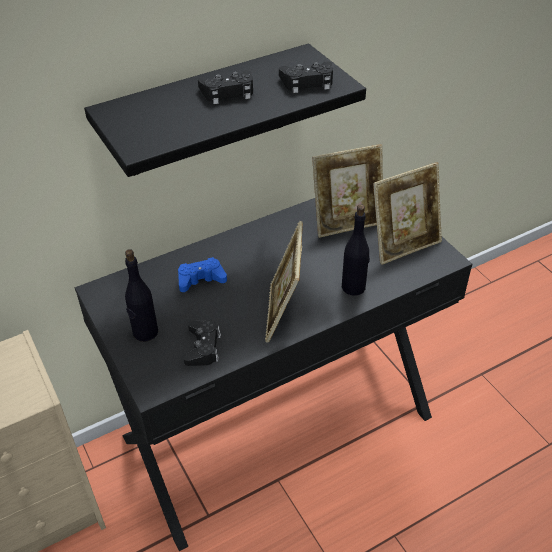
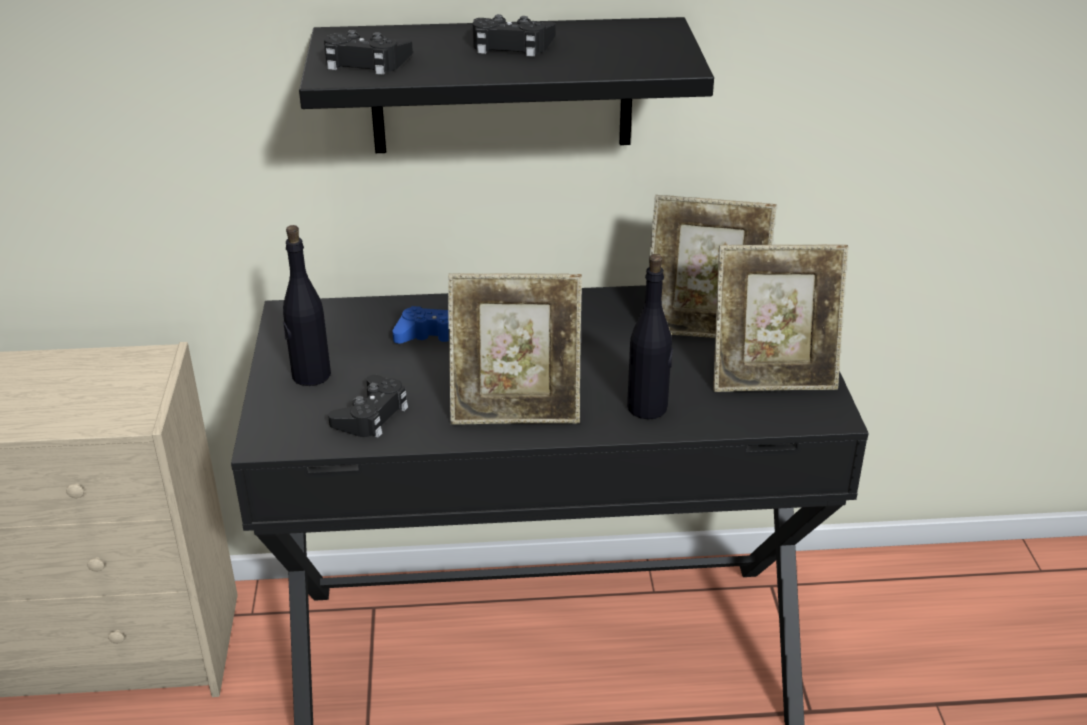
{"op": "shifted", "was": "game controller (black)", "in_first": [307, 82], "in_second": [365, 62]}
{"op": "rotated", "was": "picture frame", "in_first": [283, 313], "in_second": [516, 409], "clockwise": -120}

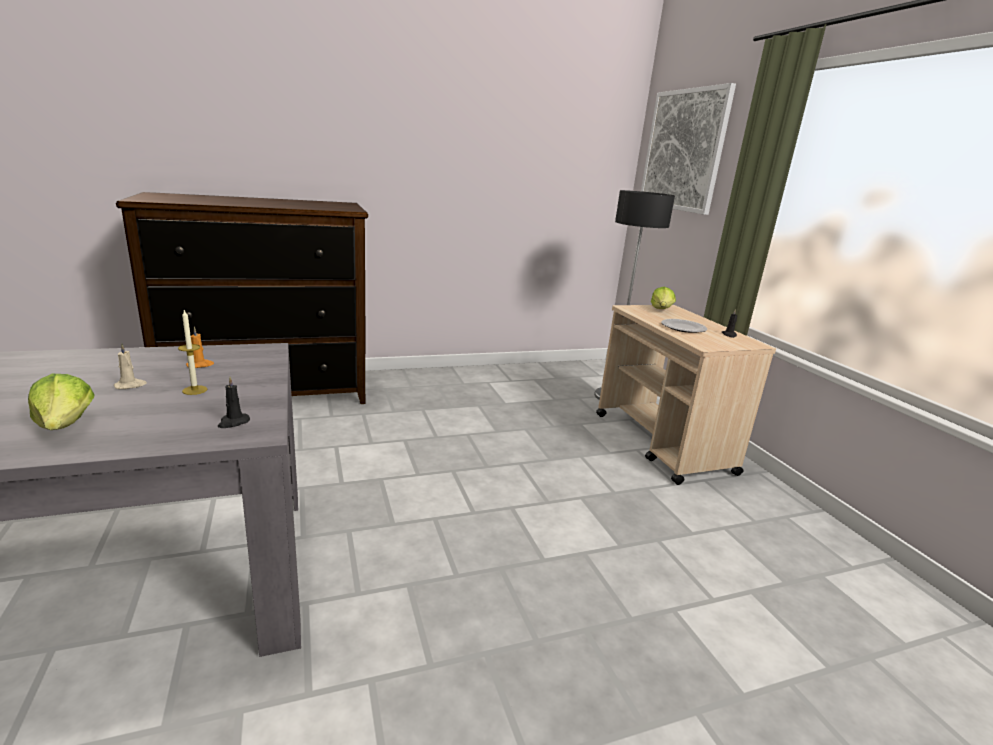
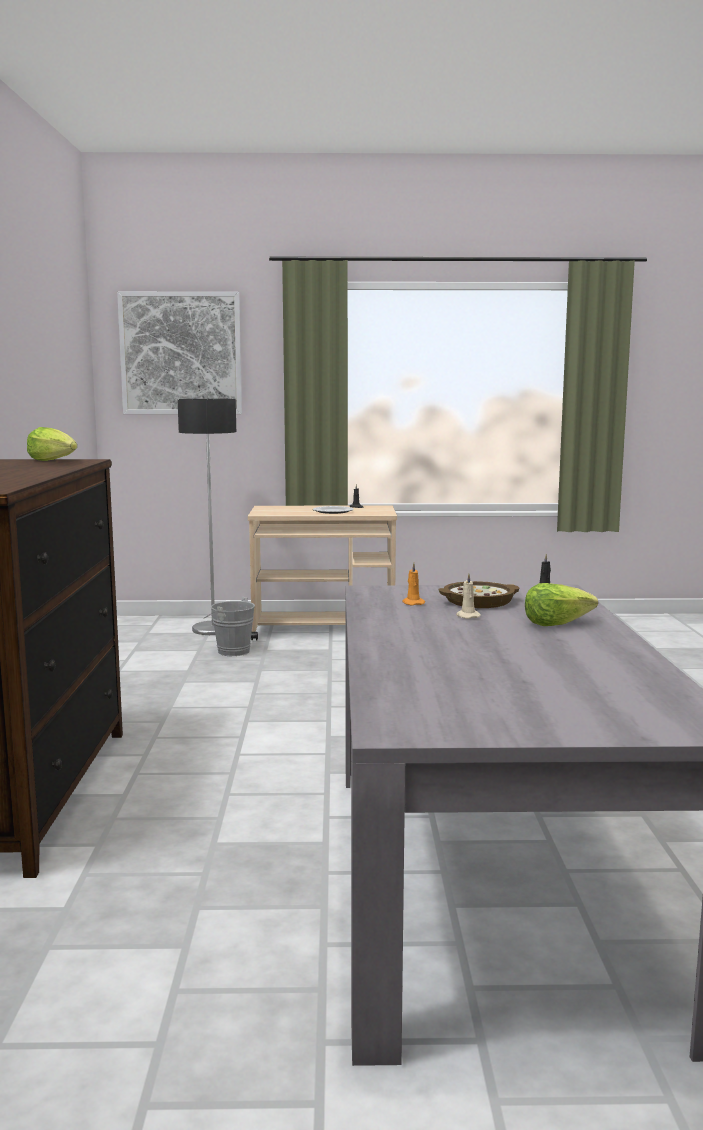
{"op": "new", "now": "bucket (grey)", "in_second": [230, 651]}
{"op": "shifted", "was": "lettuce", "in_first": [661, 310], "in_second": [54, 461]}
{"op": "swapped", "was": "candle", "now": "bowl", "in_first": [194, 390], "in_second": [479, 602]}

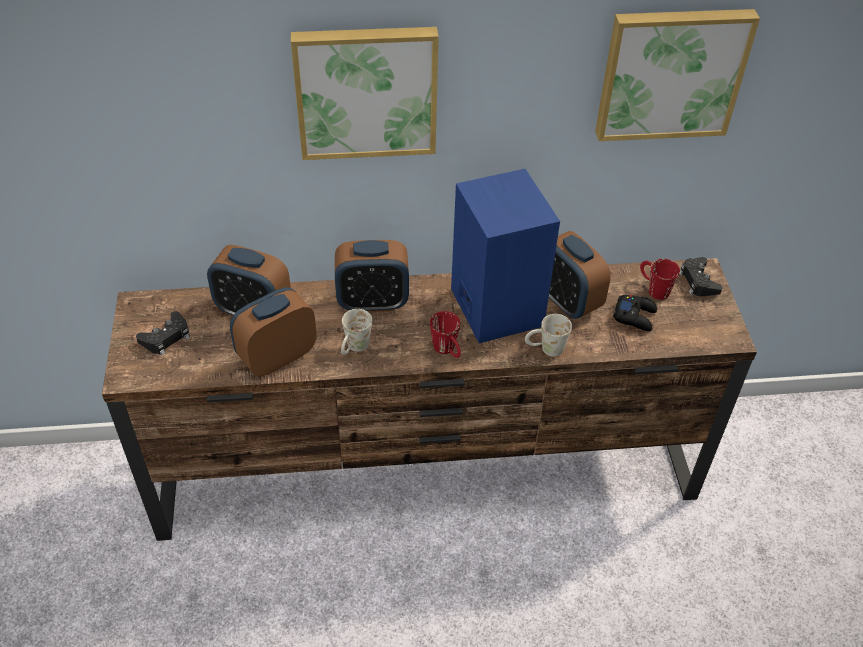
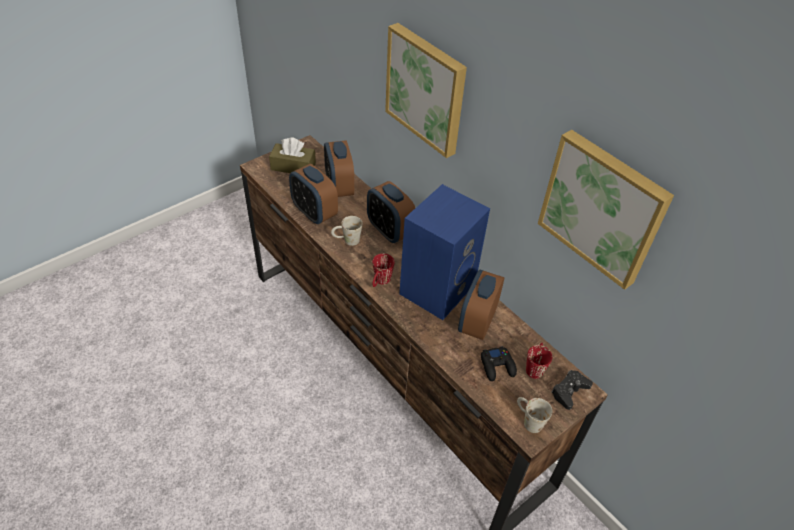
{"op": "shifted", "was": "mug (white)", "in_first": [545, 349], "in_second": [528, 420]}
{"op": "swapped", "was": "game controller (black)", "now": "tissue box (brown)", "in_first": [166, 338], "in_second": [293, 166]}
{"op": "rotated", "was": "alarm clock", "in_first": [277, 357], "in_second": [314, 213], "clockwise": -150}

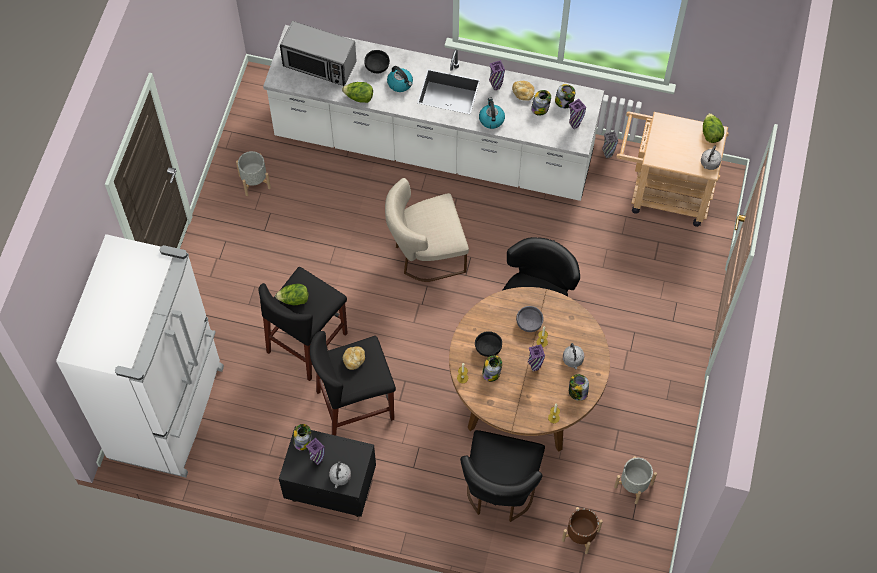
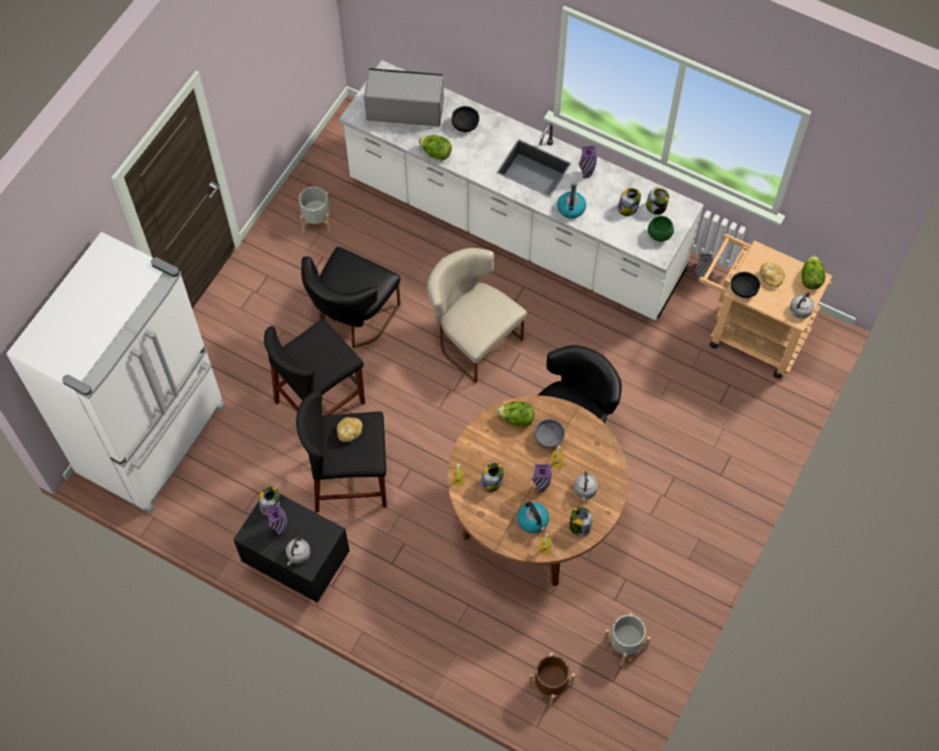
{"op": "shifted", "was": "lettuce", "in_first": [294, 299], "in_second": [516, 419]}
{"op": "shifted", "was": "kettle", "in_first": [400, 83], "in_second": [533, 521]}
{"op": "shifted", "was": "chair (black)", "in_first": [500, 491], "in_second": [353, 318]}
{"op": "shifted", "was": "bowl (black)", "in_first": [488, 347], "in_second": [743, 289]}
{"op": "shifted", "was": "bread", "in_first": [523, 93], "in_second": [771, 278]}
{"op": "swapped", "was": "vase (purple)", "now": "bowl (green)", "in_first": [574, 126], "in_second": [659, 235]}
{"op": "rotated", "was": "microwave", "in_first": [319, 64], "in_second": [405, 109], "clockwise": 150}
{"op": "rotated", "was": "chair (beige)", "in_first": [425, 254], "in_second": [472, 338], "clockwise": 45}

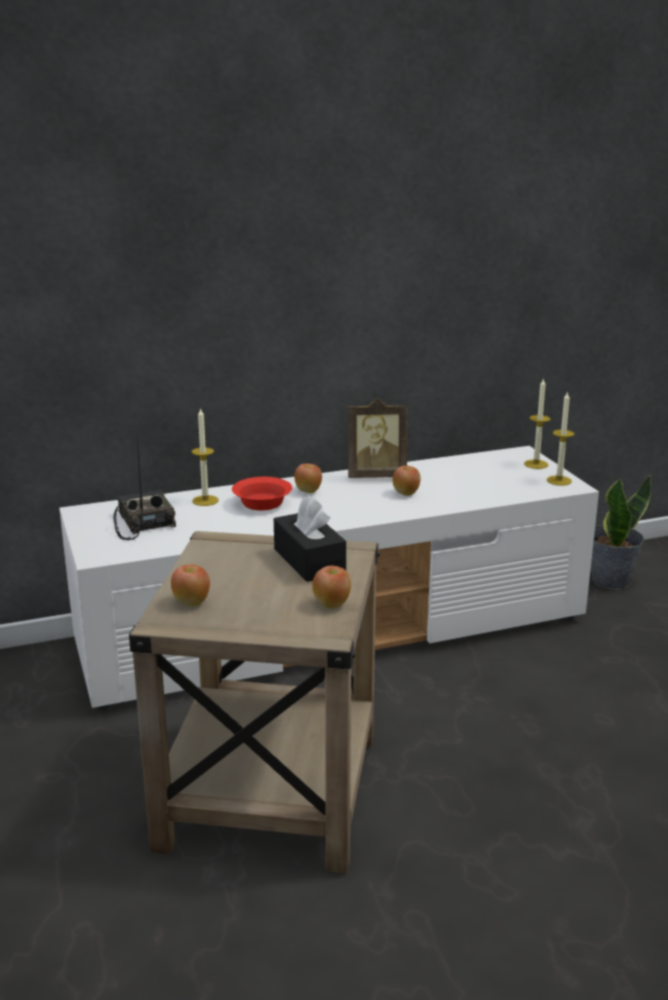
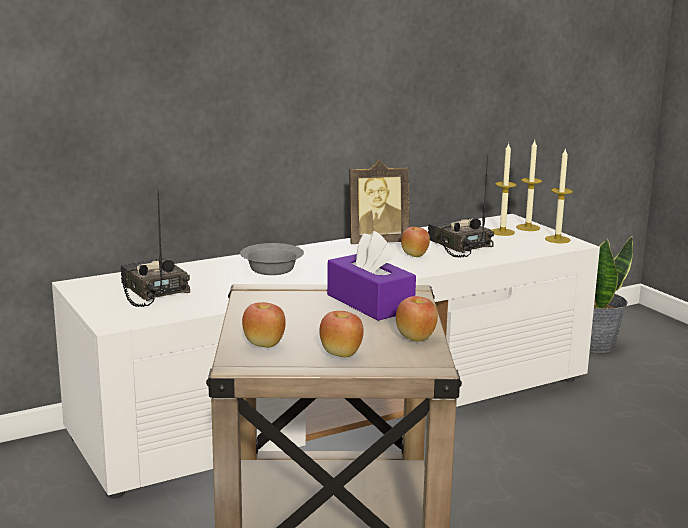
{"op": "new", "now": "radio", "in_second": [457, 246]}
{"op": "shifted", "was": "candle", "in_first": [205, 500], "in_second": [502, 232]}
{"op": "shifted", "was": "apple", "in_first": [308, 491], "in_second": [341, 354]}
{"op": "repainted", "was": "bowl (red)", "now": "bowl (grey)", "in_first": [263, 503], "in_second": [273, 269]}
{"op": "repainted", "was": "tissue box (black)", "now": "tissue box (purple)", "in_first": [309, 561], "in_second": [370, 303]}

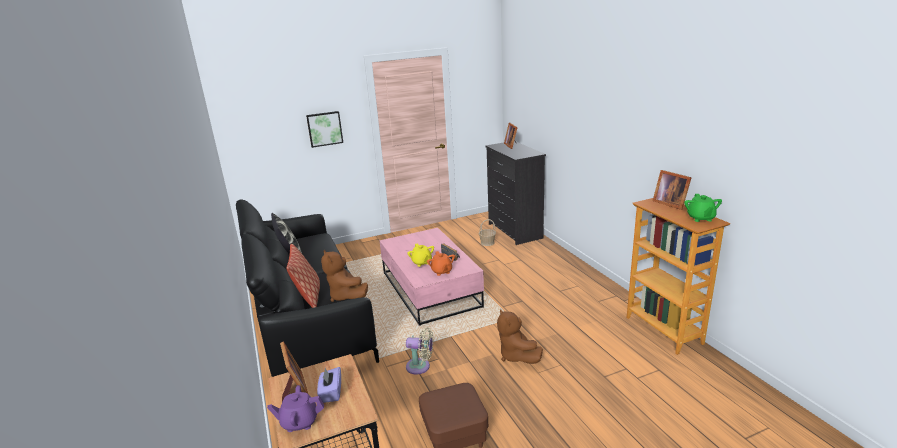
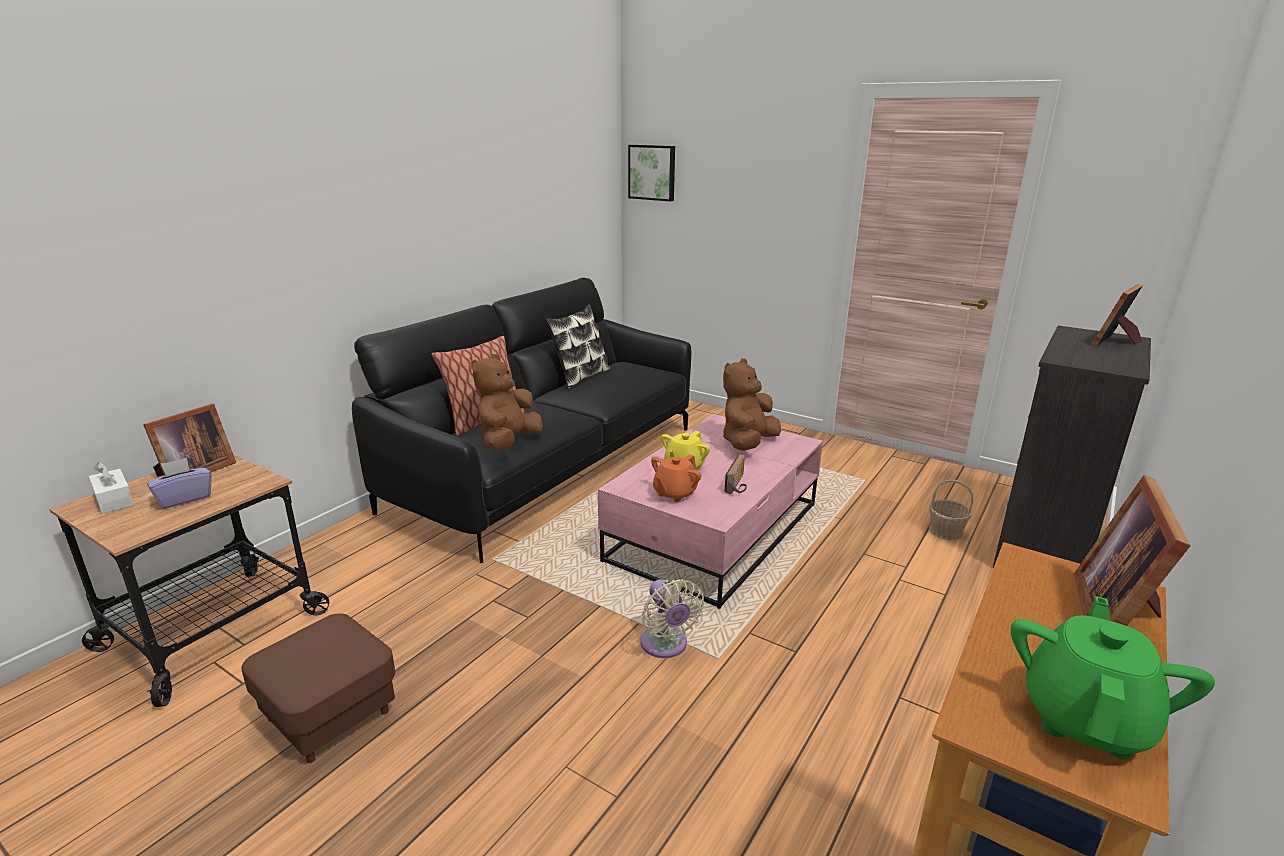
{"op": "shifted", "was": "picture", "in_first": [324, 128], "in_second": [652, 172]}
{"op": "shifted", "was": "fan (beige)", "in_first": [420, 366], "in_second": [665, 646]}
{"op": "shifted", "was": "plush toy (brown)", "in_first": [516, 356], "in_second": [748, 443]}
{"op": "swapped", "was": "teapot (purple)", "now": "tissue box (white)", "in_first": [299, 422], "in_second": [114, 500]}
{"op": "rotated", "was": "teapot (green)", "in_first": [700, 218], "in_second": [1085, 719], "clockwise": 150}

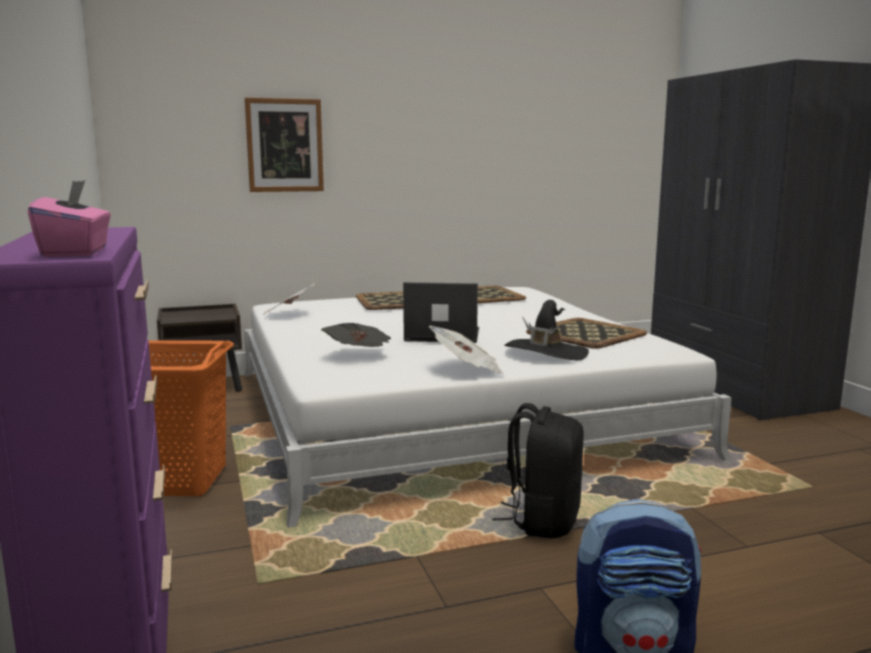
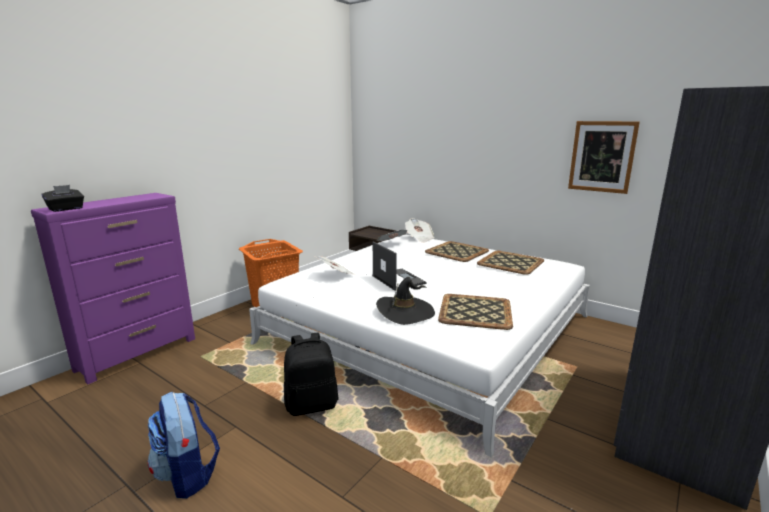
{"op": "shifted", "was": "picture", "in_first": [285, 145], "in_second": [602, 156]}
{"op": "shifted", "was": "newspaper", "in_first": [467, 369], "in_second": [419, 238]}
{"op": "repainted", "was": "tissue box (pink)", "now": "tissue box (black)", "in_first": [76, 253], "in_second": [66, 209]}

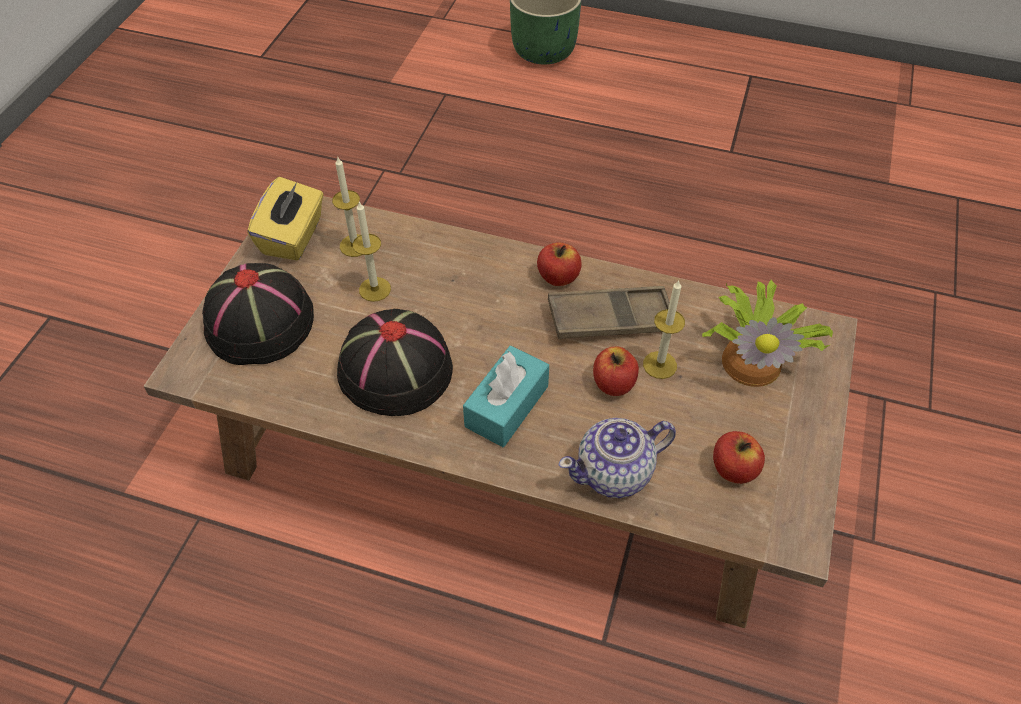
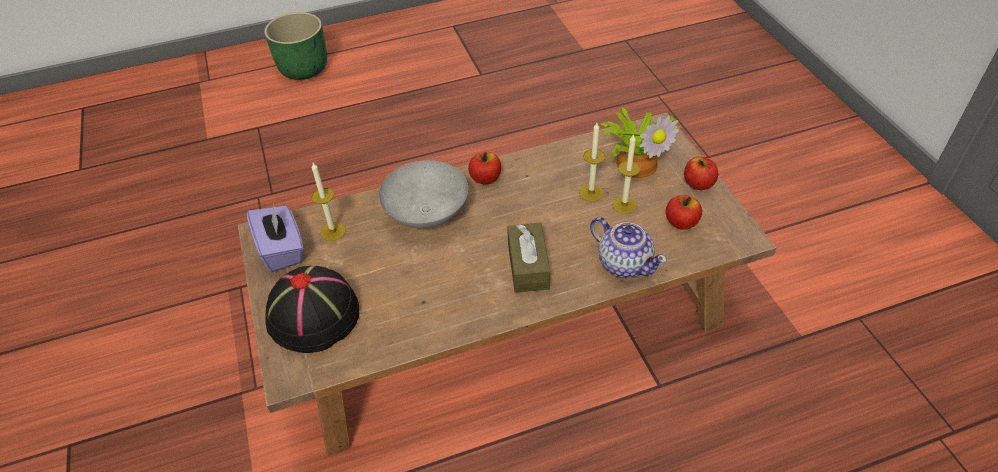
{"op": "gone", "was": "hat (black)", "in_first": [394, 370]}
{"op": "gone", "was": "tray (brown)", "in_first": [611, 319]}
{"op": "new", "now": "bowl (grey)", "in_second": [427, 214]}
{"op": "shifted", "was": "candle", "in_first": [375, 289], "in_second": [624, 205]}
{"op": "shifted", "was": "apple", "in_first": [613, 383], "in_second": [698, 183]}
{"op": "repainted", "was": "tissue box (yellow)", "now": "tissue box (purple)", "in_first": [293, 237], "in_second": [282, 250]}
{"op": "repainted", "was": "tissue box (turquoise)", "now": "tissue box (brown)", "in_first": [506, 406], "in_second": [528, 266]}
{"op": "rotated", "was": "teapot", "in_first": [615, 472], "in_second": [624, 263], "clockwise": -75}

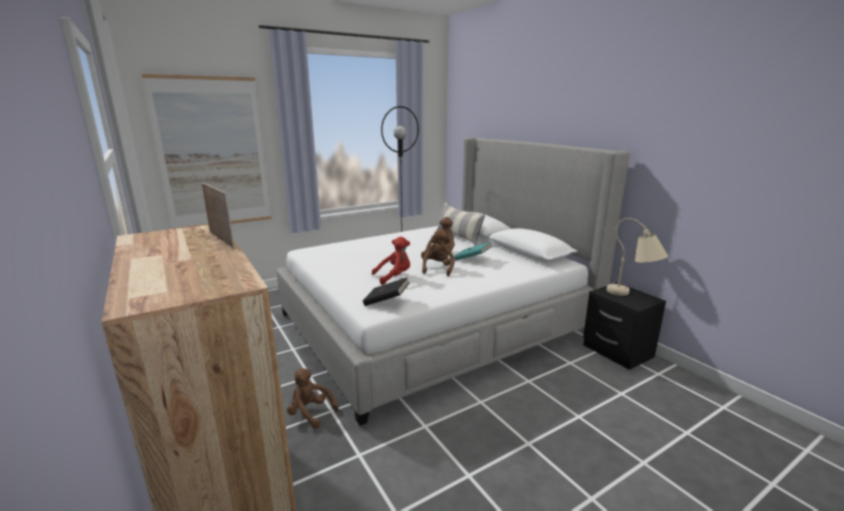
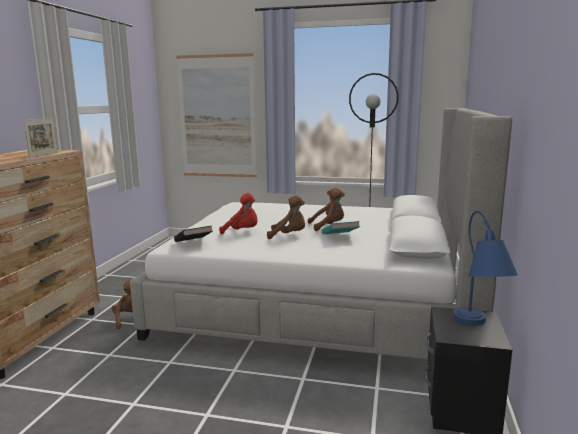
{"op": "gone", "was": "pillow", "in_first": [458, 236]}
{"op": "repainted", "was": "table lamp (beige)", "now": "table lamp (blue)", "in_first": [633, 295], "in_second": [478, 328]}
{"op": "rotated", "was": "plush toy (brown)", "in_first": [437, 269], "in_second": [289, 236], "clockwise": 45}

